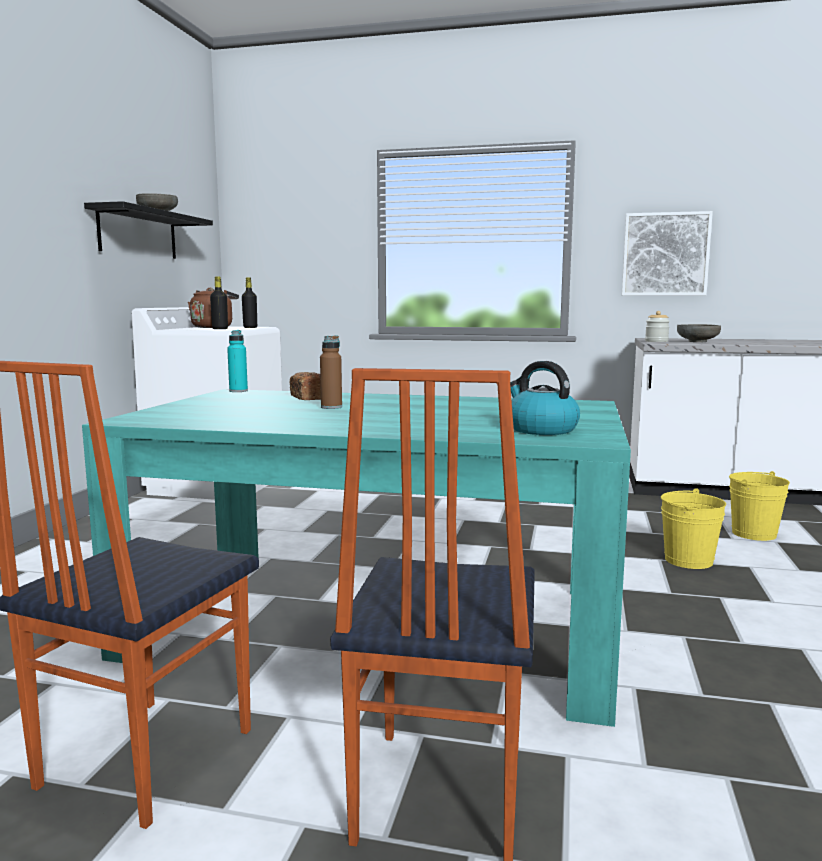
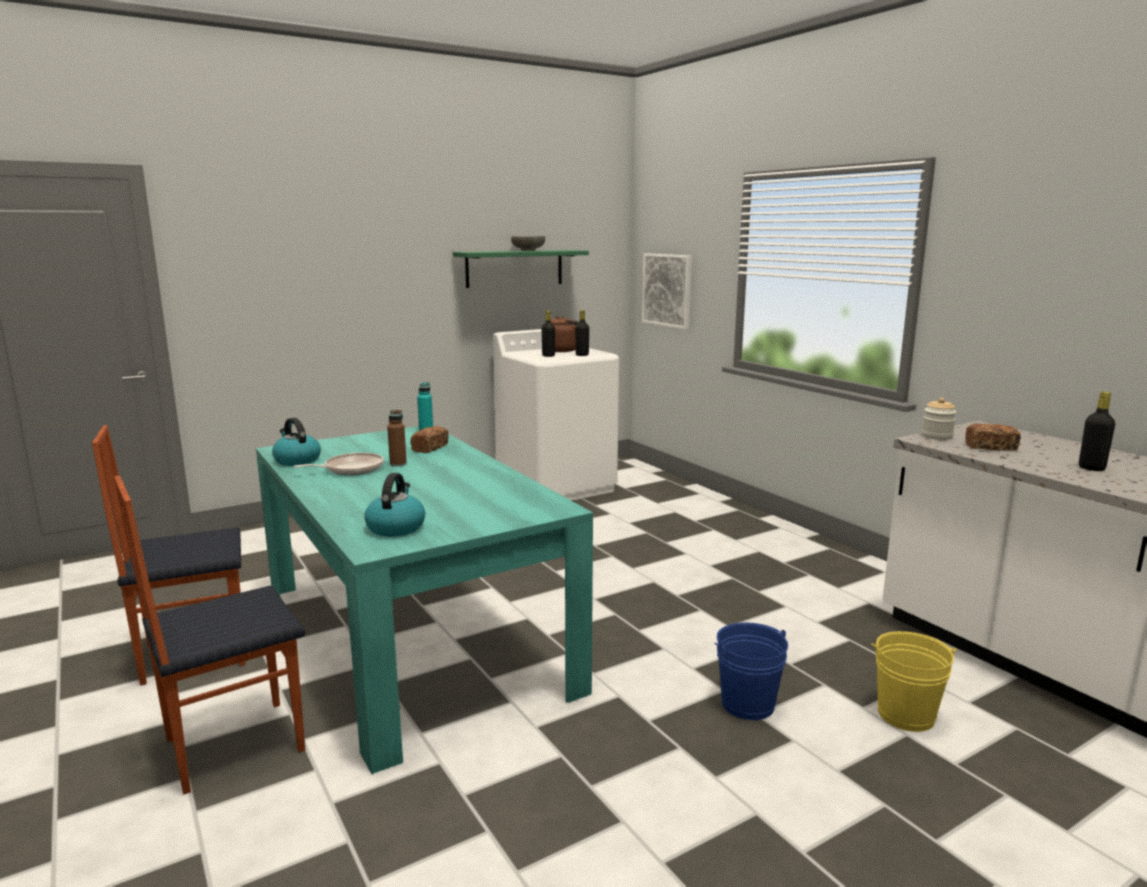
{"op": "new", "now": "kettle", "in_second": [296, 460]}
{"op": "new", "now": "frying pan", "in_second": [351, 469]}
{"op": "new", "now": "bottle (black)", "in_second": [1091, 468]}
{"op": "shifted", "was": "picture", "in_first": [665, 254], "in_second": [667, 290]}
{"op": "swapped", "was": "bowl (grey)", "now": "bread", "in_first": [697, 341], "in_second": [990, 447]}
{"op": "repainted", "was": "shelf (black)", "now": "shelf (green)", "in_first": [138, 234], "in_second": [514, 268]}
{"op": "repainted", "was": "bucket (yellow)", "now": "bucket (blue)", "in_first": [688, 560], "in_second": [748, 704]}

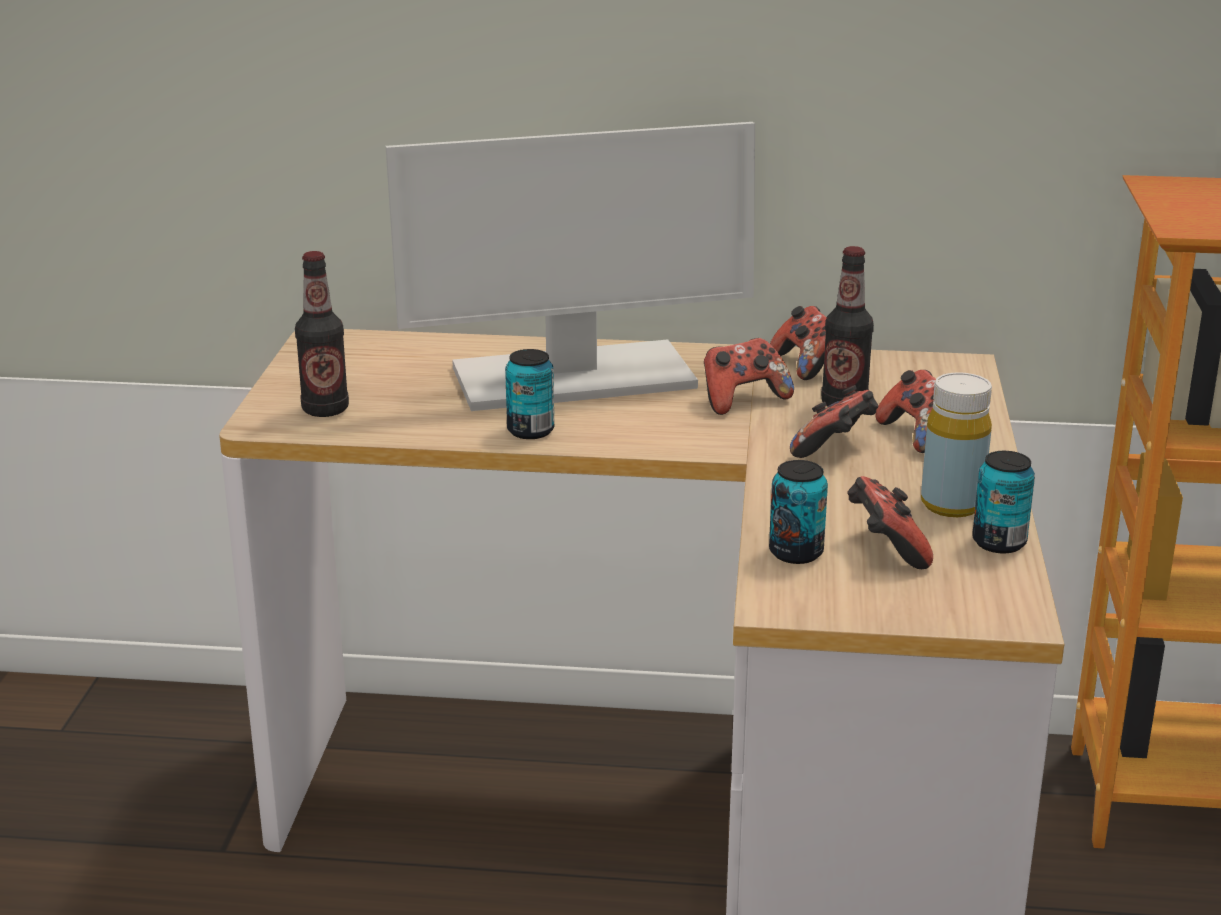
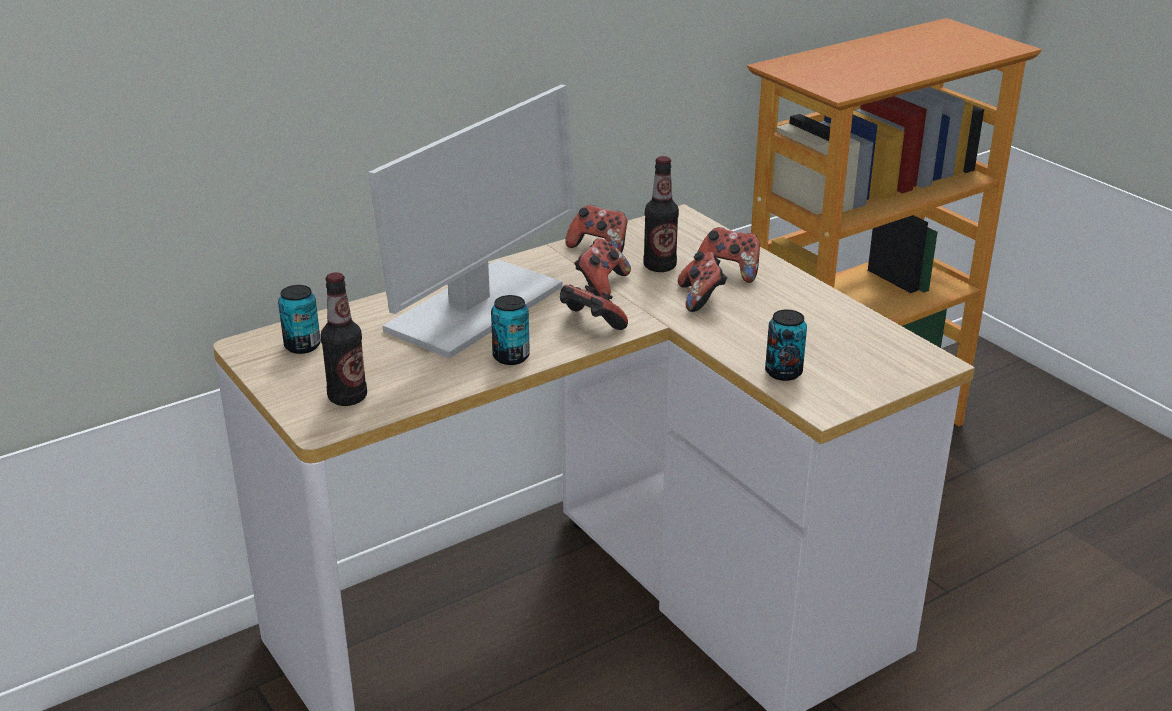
{"op": "gone", "was": "bottle (yellow)", "in_first": [951, 505]}
{"op": "shifted", "was": "game controller", "in_first": [885, 549], "in_second": [590, 325]}
{"op": "shifted", "was": "can", "in_first": [999, 542], "in_second": [302, 346]}

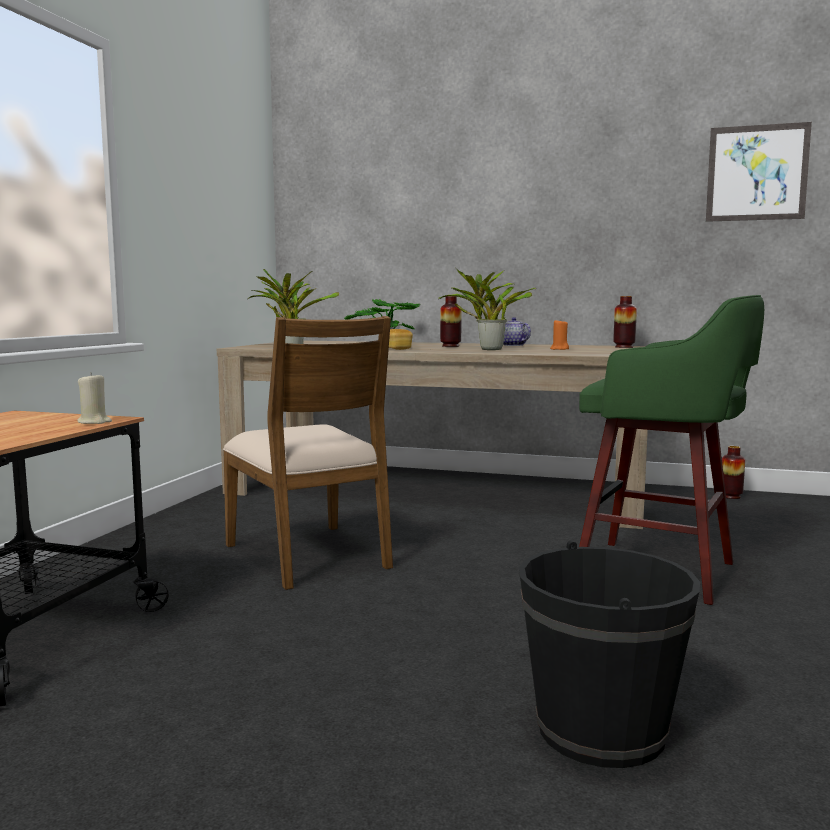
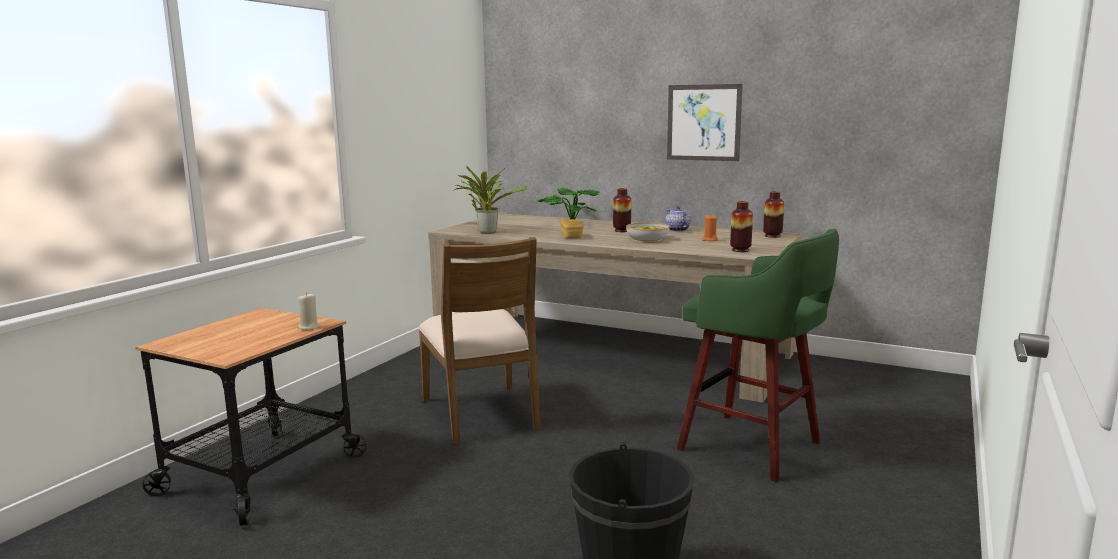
{"op": "shifted", "was": "picture", "in_first": [757, 173], "in_second": [703, 122]}
{"op": "shifted", "was": "vase", "in_first": [731, 496], "in_second": [740, 250]}
{"op": "swapped", "was": "potted plant", "now": "bowl", "in_first": [488, 349], "in_second": [647, 239]}

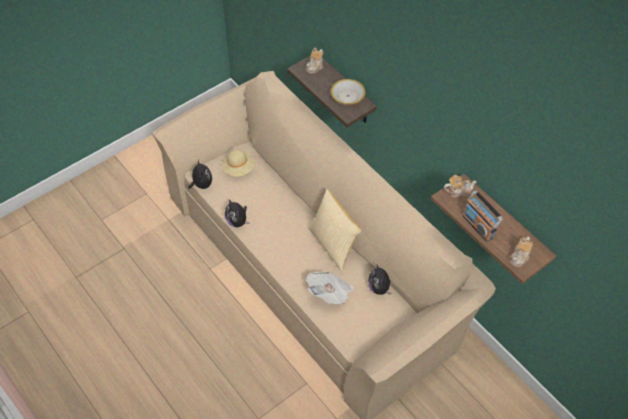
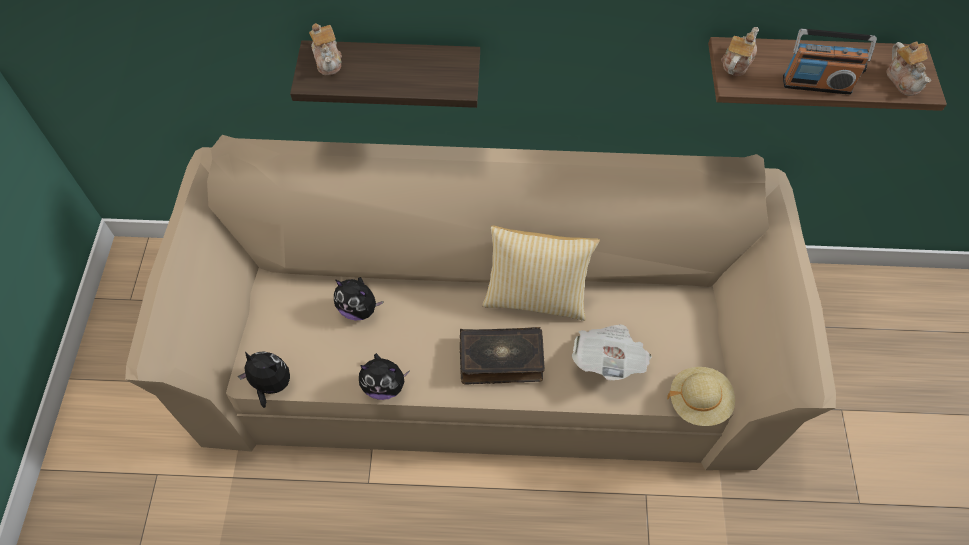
{"op": "gone", "was": "bowl", "in_first": [347, 96]}
{"op": "new", "now": "book", "in_second": [501, 360]}
{"op": "shifted", "was": "hat (beige)", "in_first": [239, 169], "in_second": [698, 401]}
{"op": "shifted", "was": "plush toy", "in_first": [379, 288], "in_second": [359, 309]}

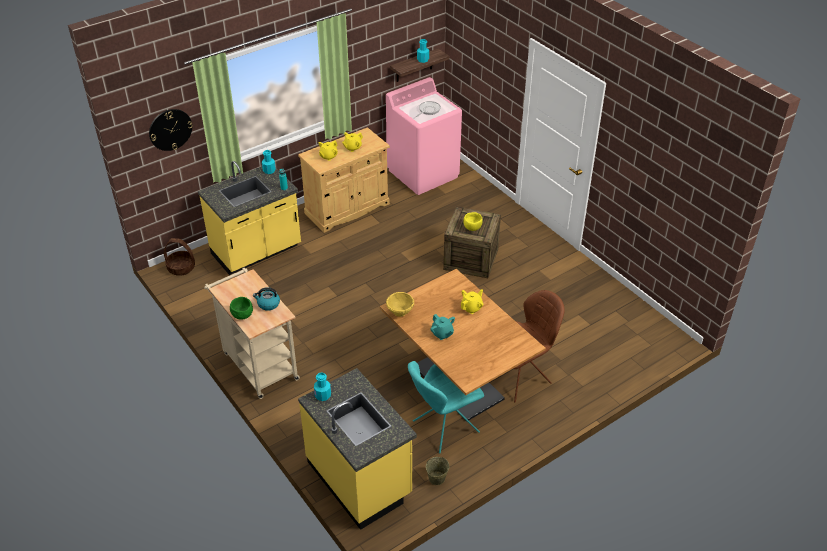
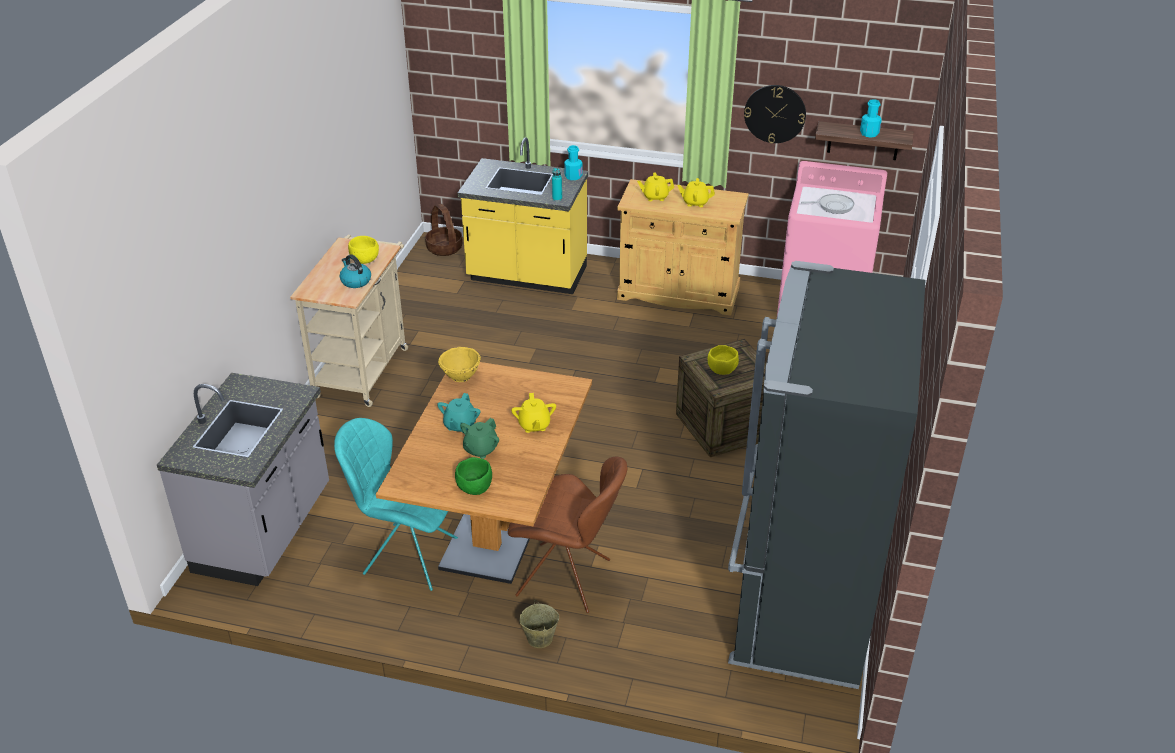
{"op": "gone", "was": "bottle (turquoise)", "in_first": [323, 395]}
{"op": "new", "now": "bowl (yellow)", "in_second": [364, 260]}
{"op": "new", "now": "teapot (green)", "in_second": [480, 449]}
{"op": "new", "now": "fridge (black)", "in_second": [799, 604]}
{"op": "shifted", "was": "wall clock", "in_first": [170, 129], "in_second": [775, 113]}
{"op": "shifted", "was": "bowl (green)", "in_first": [242, 315], "in_second": [474, 487]}
{"op": "shifted", "was": "bucket (beige)", "in_first": [436, 478], "in_second": [539, 638]}
{"op": "repainted", "was": "counter (yellow)", "now": "counter (grey)", "in_first": [360, 479], "in_second": [265, 531]}
{"op": "rotated", "was": "teapot (yellow)", "in_first": [471, 308], "in_second": [534, 425], "clockwise": 75}

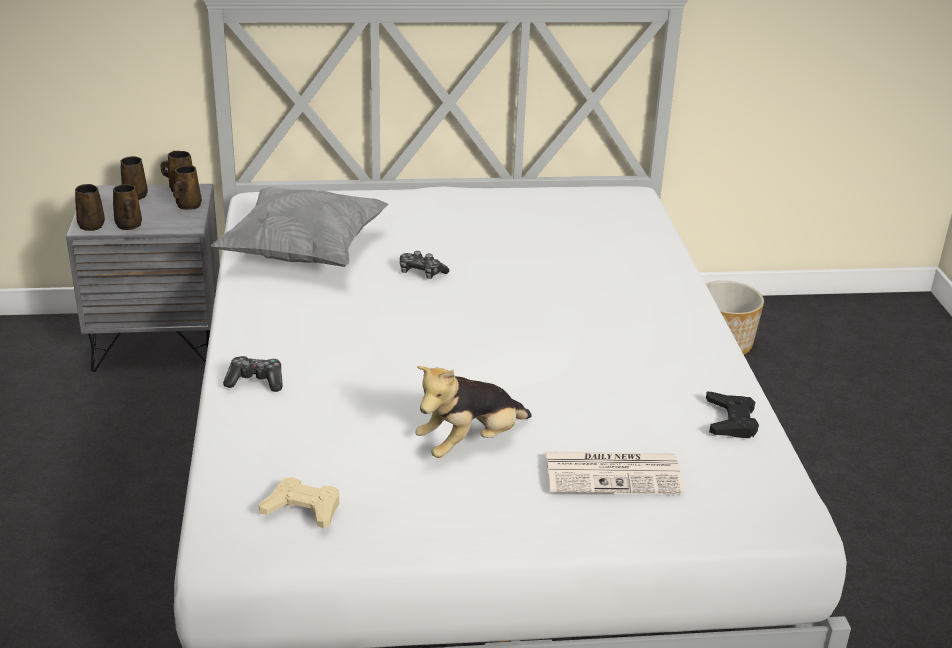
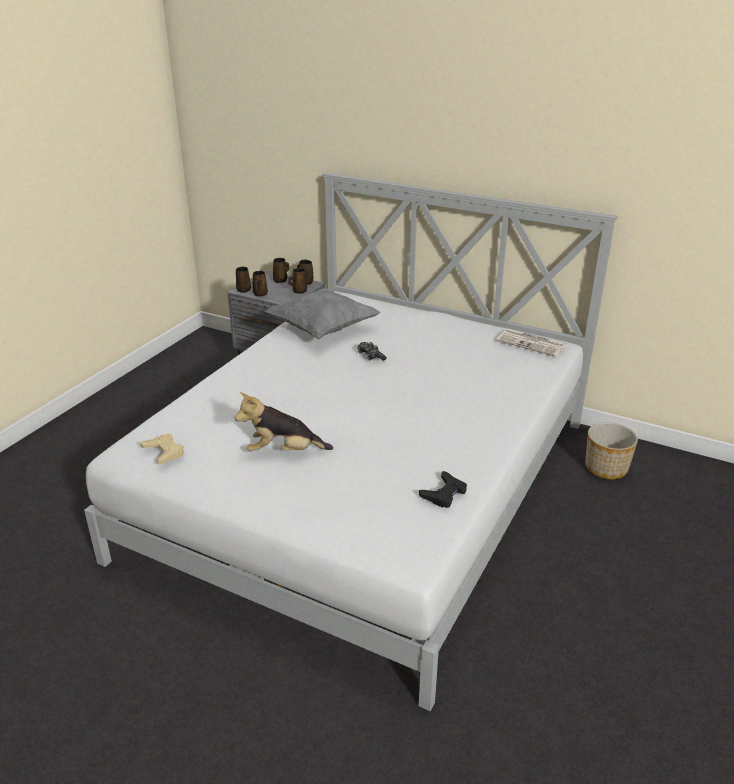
{"op": "gone", "was": "game controller", "in_first": [256, 381]}
{"op": "shifted", "was": "newspaper", "in_first": [614, 473], "in_second": [532, 343]}

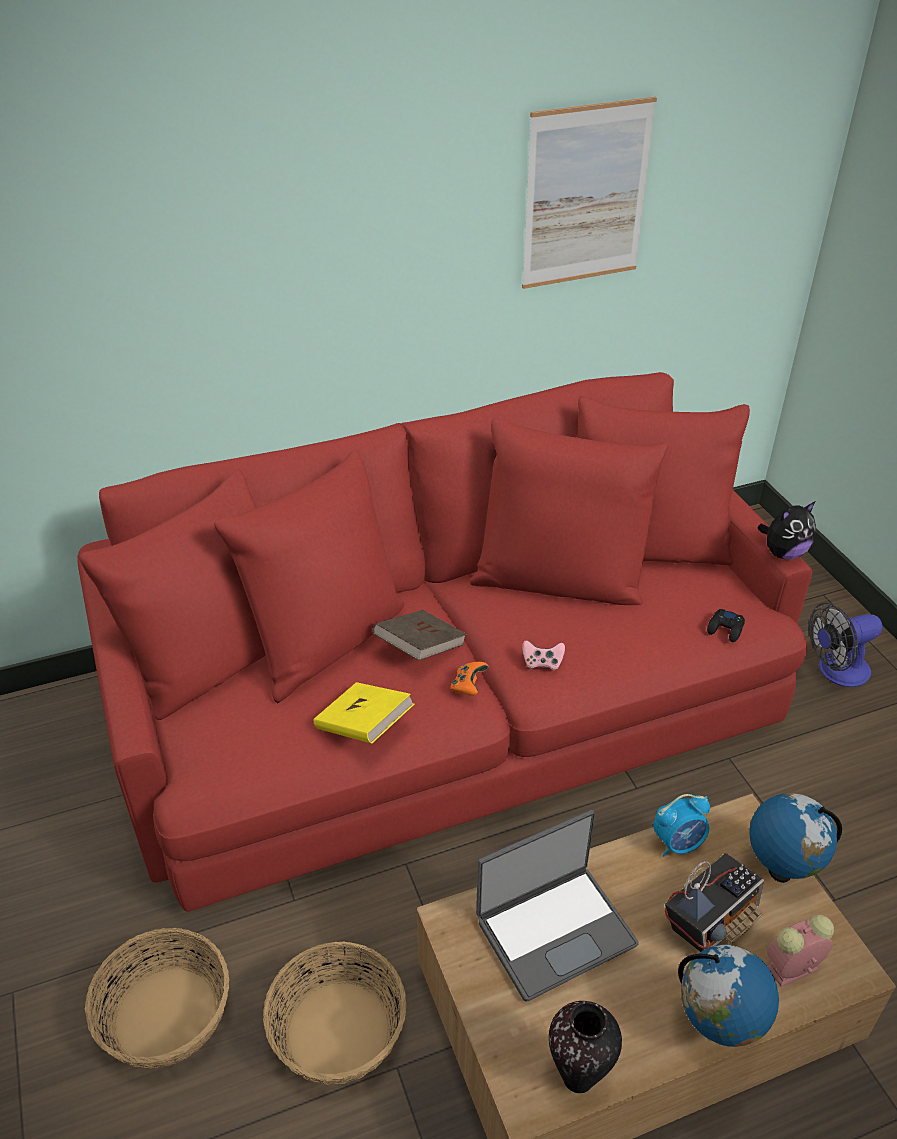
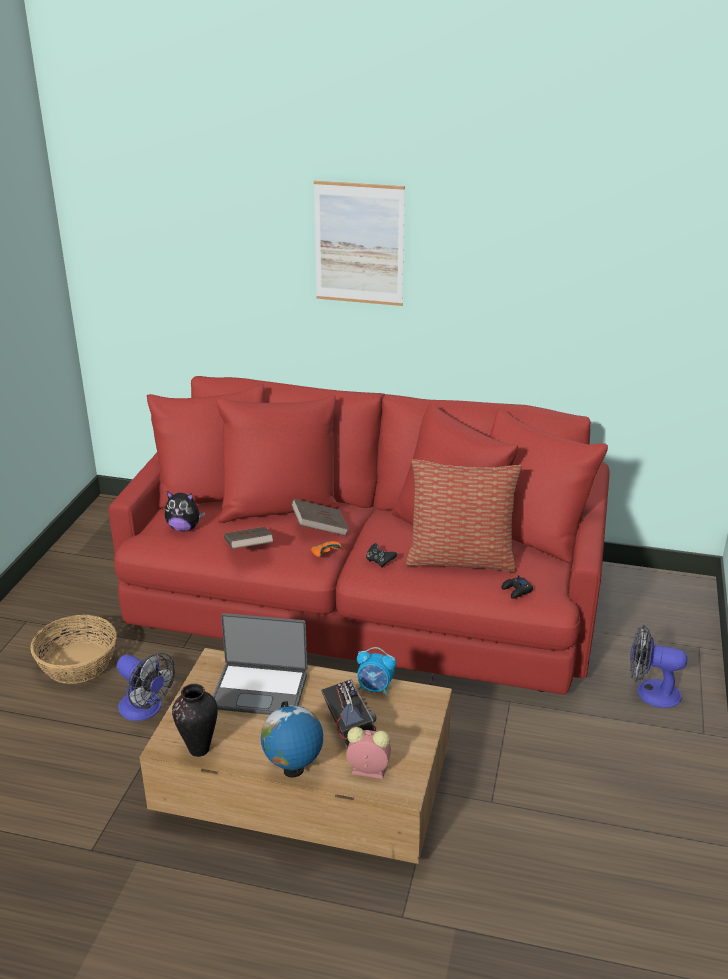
{"op": "gone", "was": "globe", "in_first": [780, 870]}
{"op": "new", "now": "pillow", "in_second": [461, 558]}
{"op": "shifted", "was": "picture", "in_first": [586, 195], "in_second": [359, 244]}
{"op": "shifted", "was": "plush toy", "in_first": [783, 553], "in_second": [184, 528]}
{"op": "swapped", "was": "basket", "now": "fan", "in_first": [337, 1030], "in_second": [145, 709]}
{"op": "repainted", "was": "book (yellow)", "now": "book (brown)", "in_first": [364, 727], "in_second": [248, 549]}
{"op": "repainted", "was": "game controller (pink)", "now": "game controller (black)", "in_first": [542, 663], "in_second": [379, 561]}
{"op": "rotated", "was": "radio", "in_first": [711, 921], "in_second": [349, 728], "clockwise": -105}

